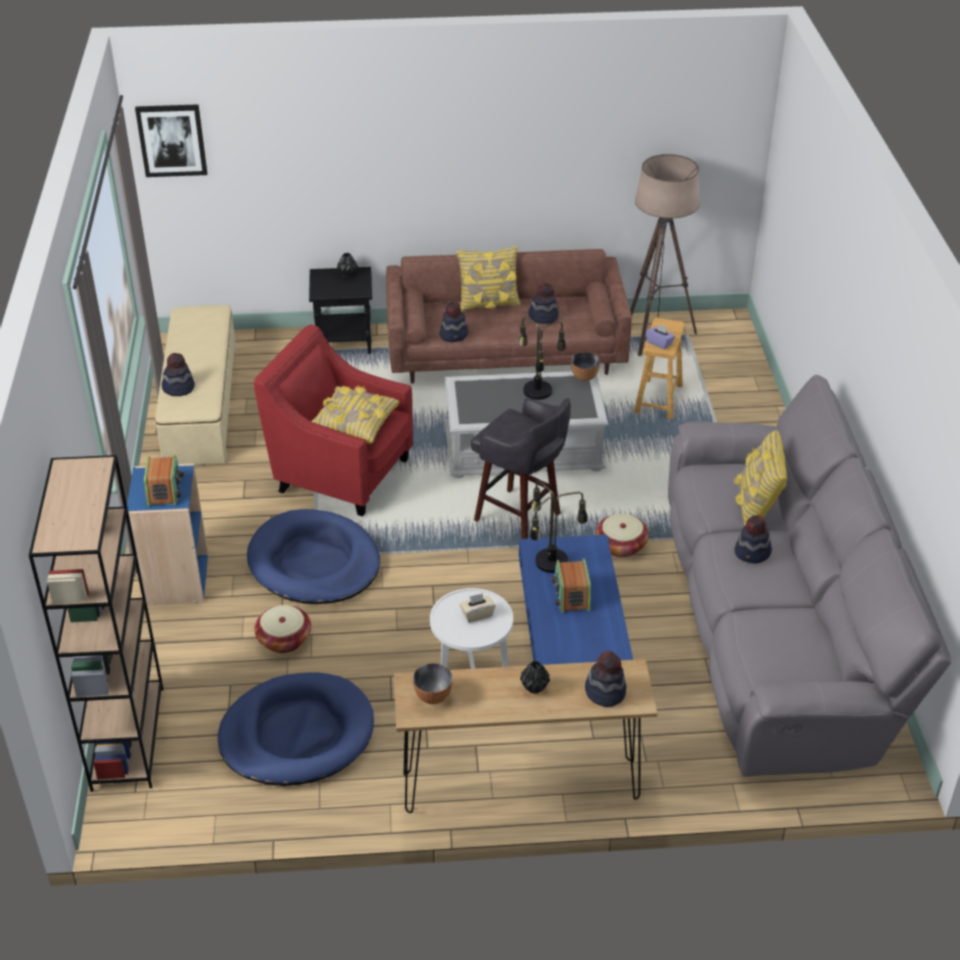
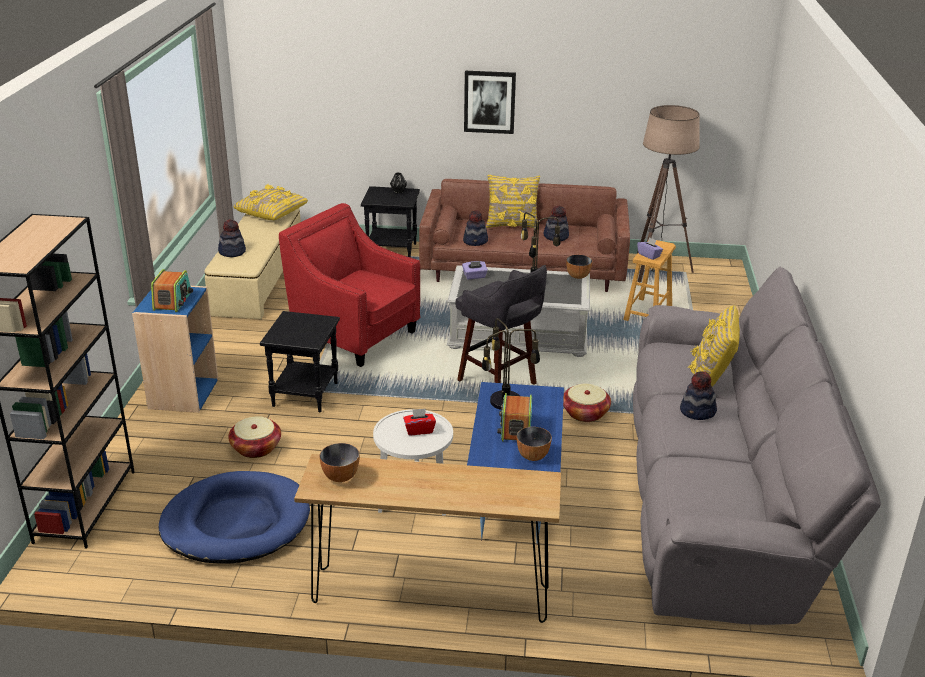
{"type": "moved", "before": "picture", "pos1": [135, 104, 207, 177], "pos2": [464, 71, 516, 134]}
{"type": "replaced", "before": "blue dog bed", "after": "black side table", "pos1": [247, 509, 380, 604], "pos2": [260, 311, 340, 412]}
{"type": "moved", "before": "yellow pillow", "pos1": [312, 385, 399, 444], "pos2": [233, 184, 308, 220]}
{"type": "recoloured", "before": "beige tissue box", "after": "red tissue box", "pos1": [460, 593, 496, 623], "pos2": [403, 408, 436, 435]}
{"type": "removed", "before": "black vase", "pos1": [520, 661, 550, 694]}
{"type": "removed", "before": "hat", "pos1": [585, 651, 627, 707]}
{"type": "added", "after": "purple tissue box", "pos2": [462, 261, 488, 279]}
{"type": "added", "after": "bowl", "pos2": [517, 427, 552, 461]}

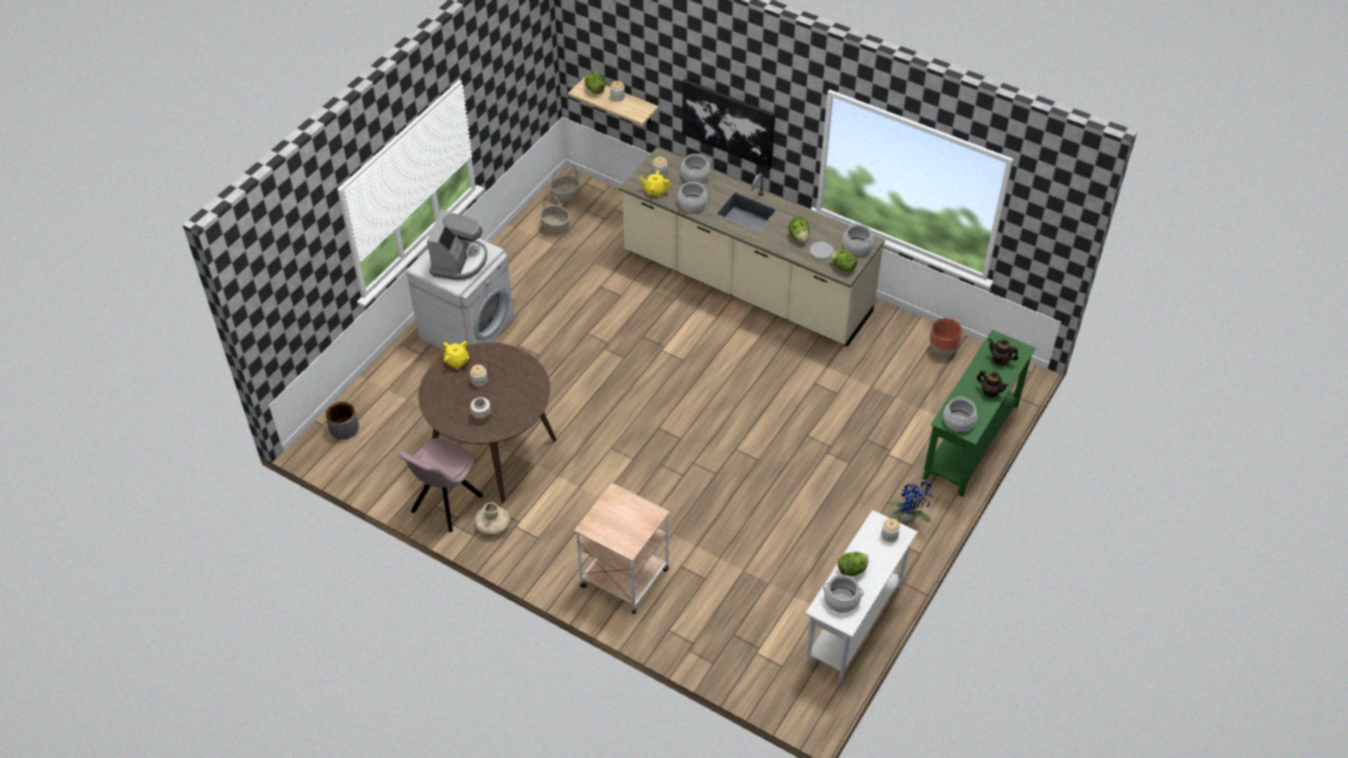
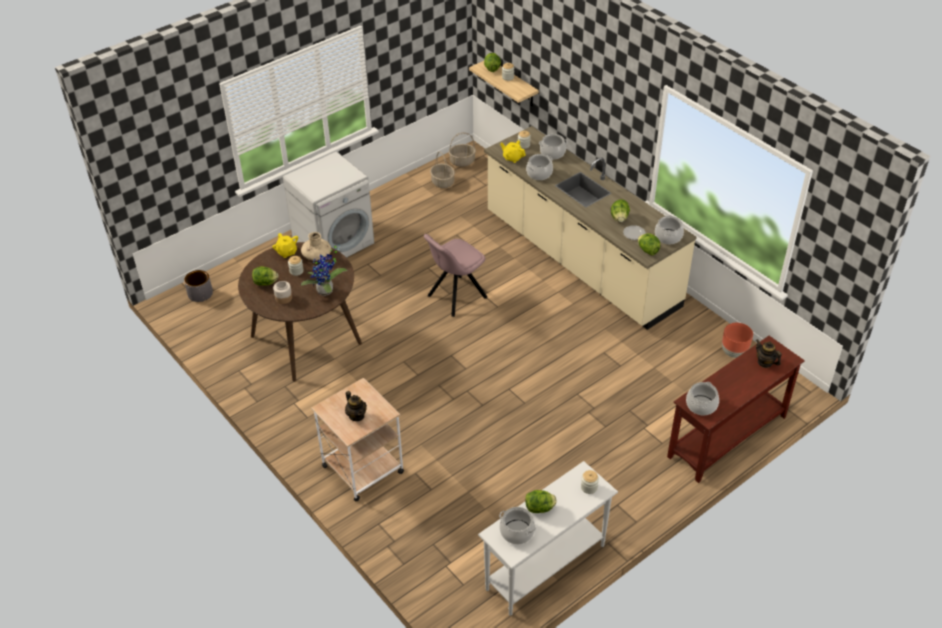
{"type": "moved", "before": "pink chair", "pos1": [399, 438, 483, 532], "pos2": [424, 234, 487, 317]}
{"type": "removed", "before": "coffee machine", "pos1": [427, 209, 487, 280]}
{"type": "moved", "before": "beige vase", "pos1": [475, 502, 510, 535], "pos2": [301, 232, 331, 261]}
{"type": "removed", "before": "picture", "pos1": [682, 79, 775, 169]}
{"type": "moved", "before": "potted plant", "pos1": [889, 468, 933, 523], "pos2": [301, 245, 347, 296]}
{"type": "recoloured", "before": "green console table", "after": "brown console table", "pos1": [922, 330, 1036, 497], "pos2": [667, 336, 805, 483]}
{"type": "moved", "before": "teapot", "pos1": [976, 369, 1009, 397], "pos2": [345, 391, 367, 421]}
{"type": "added", "after": "lettuce", "pos2": [252, 266, 278, 286]}

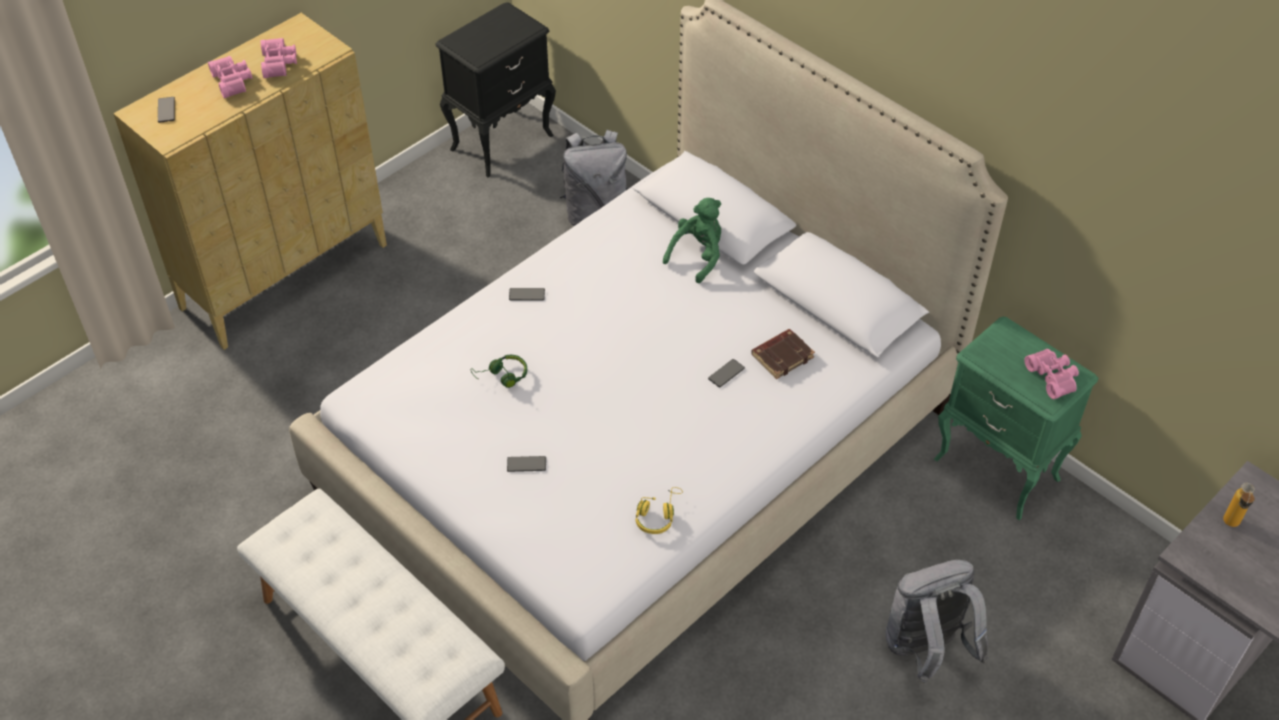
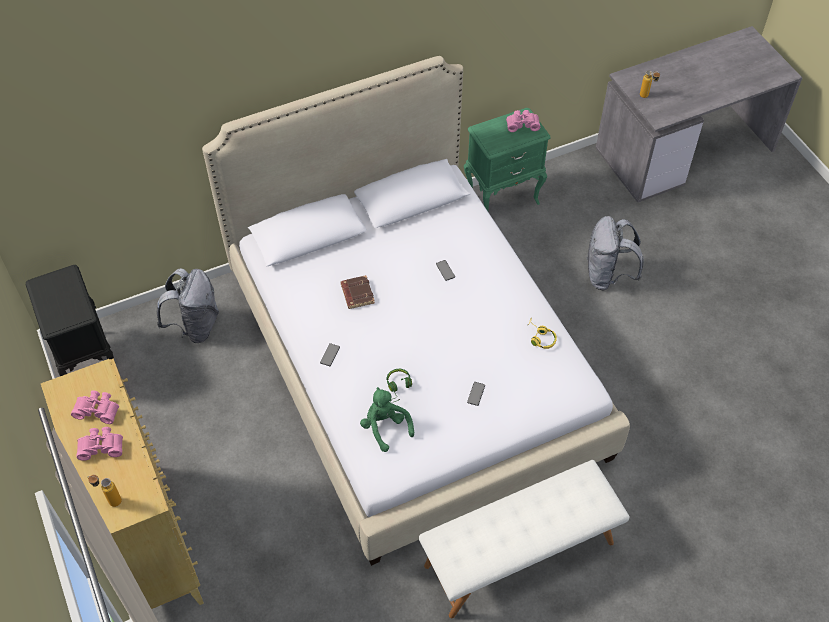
{"type": "replaced", "before": "phone", "after": "bottle", "pos1": [158, 97, 175, 123], "pos2": [87, 475, 122, 507]}
{"type": "moved", "before": "green plush toy", "pos1": [663, 198, 721, 283], "pos2": [360, 387, 414, 452]}
{"type": "moved", "before": "brown book", "pos1": [751, 329, 815, 379], "pos2": [341, 275, 375, 309]}

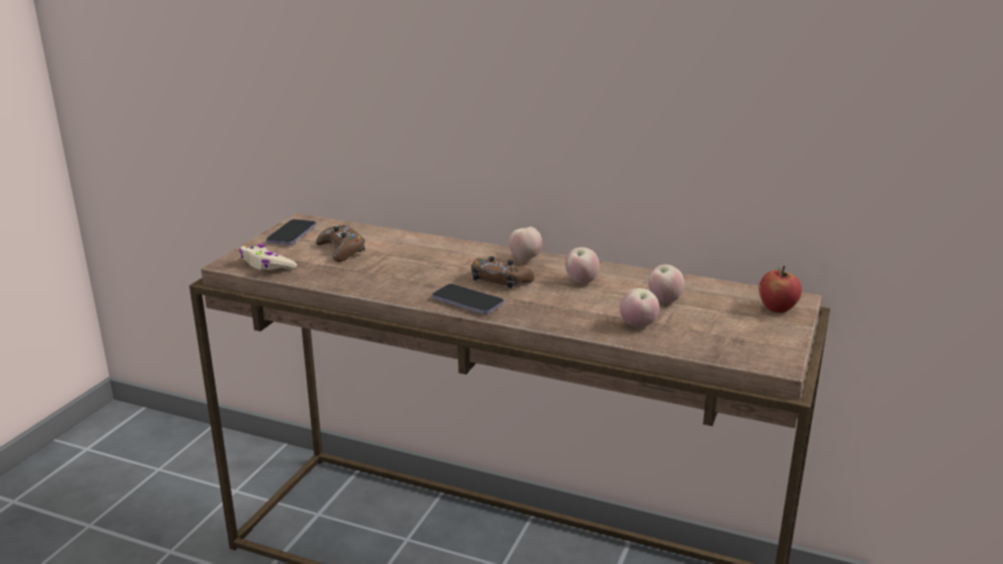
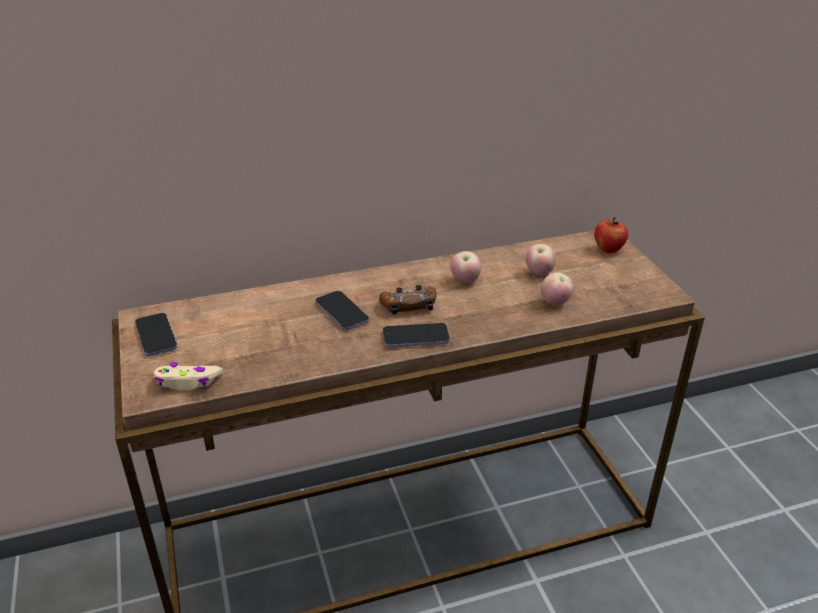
{"type": "removed", "before": "brown game controller", "pos1": [316, 225, 365, 262]}
{"type": "removed", "before": "apple", "pos1": [509, 227, 542, 261]}
{"type": "added", "after": "phone", "pos2": [315, 291, 369, 330]}

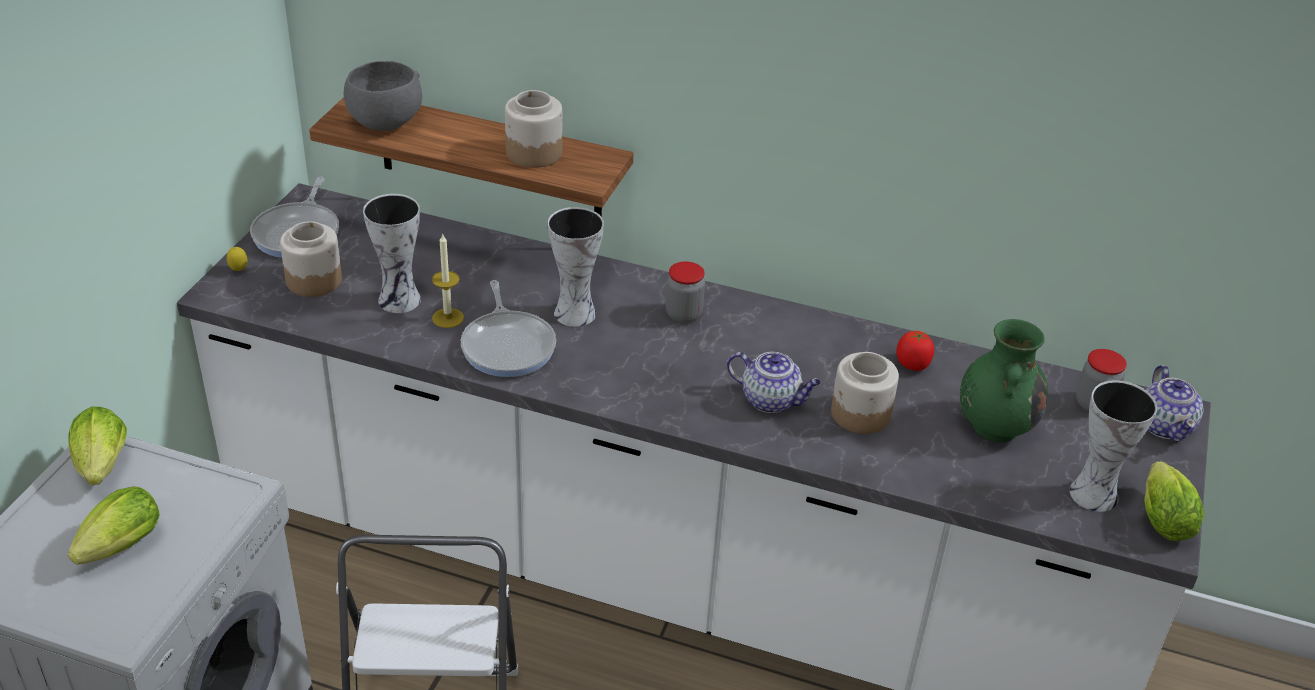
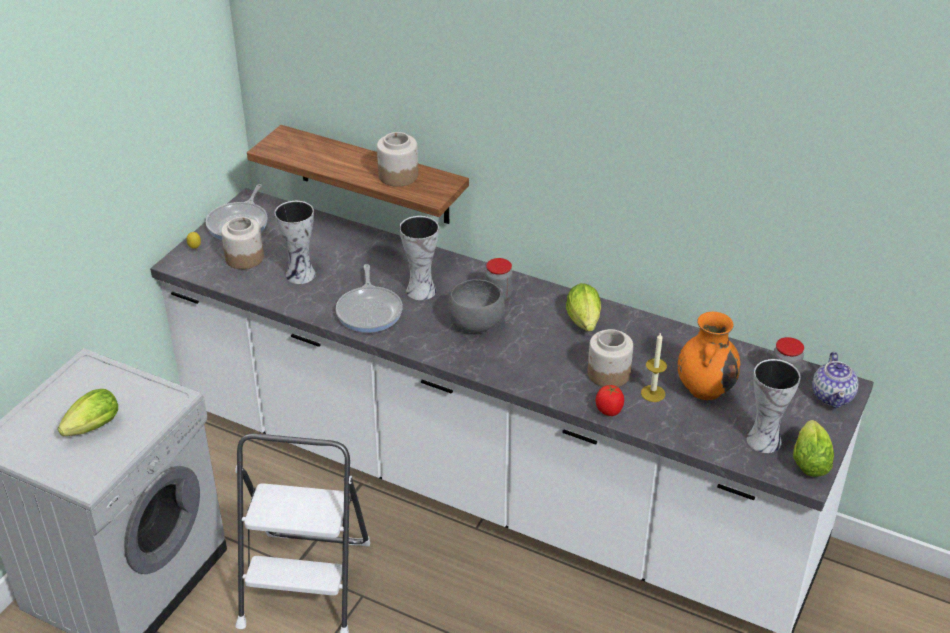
{"type": "moved", "before": "lettuce", "pos1": [69, 406, 127, 485], "pos2": [566, 283, 601, 331]}
{"type": "moved", "before": "grey bowl", "pos1": [344, 61, 422, 131], "pos2": [447, 280, 505, 333]}
{"type": "moved", "before": "candle", "pos1": [432, 233, 464, 328], "pos2": [641, 332, 667, 402]}
{"type": "removed", "before": "teapot", "pos1": [727, 352, 821, 413]}
{"type": "moved", "before": "tomato", "pos1": [896, 331, 934, 371], "pos2": [596, 385, 624, 416]}
{"type": "recoloured", "before": "green vase", "after": "orange vase", "pos1": [960, 319, 1048, 442], "pos2": [678, 312, 740, 400]}

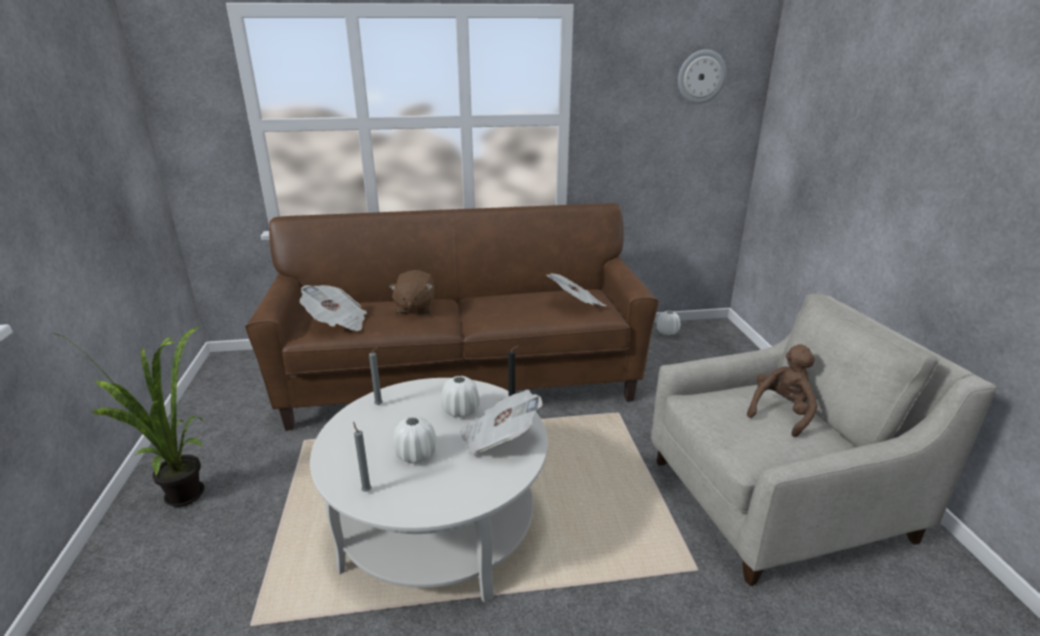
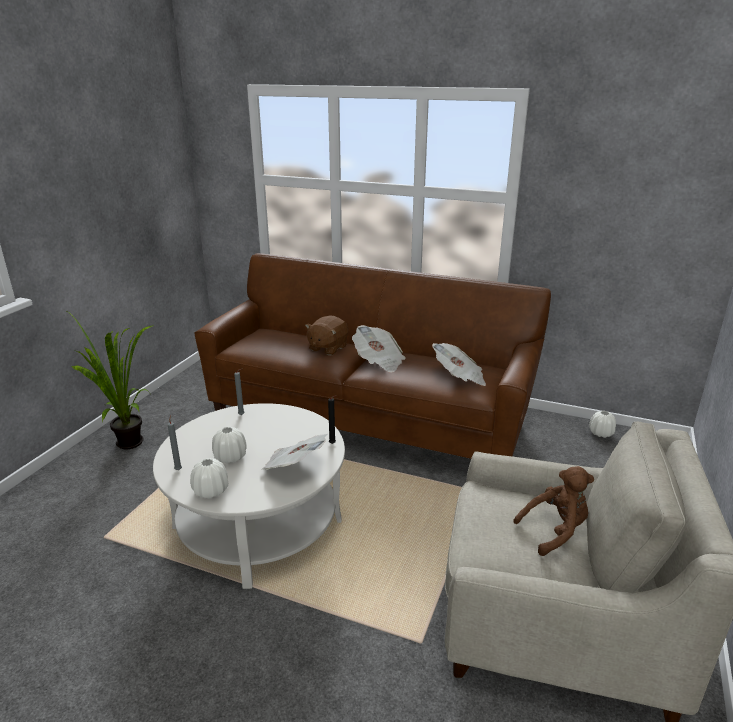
{"type": "moved", "before": "newspaper", "pos1": [299, 285, 367, 331], "pos2": [352, 325, 406, 373]}
{"type": "moved", "before": "white vase", "pos1": [441, 376, 480, 418], "pos2": [190, 458, 228, 499]}
{"type": "removed", "before": "wall clock", "pos1": [678, 50, 726, 104]}

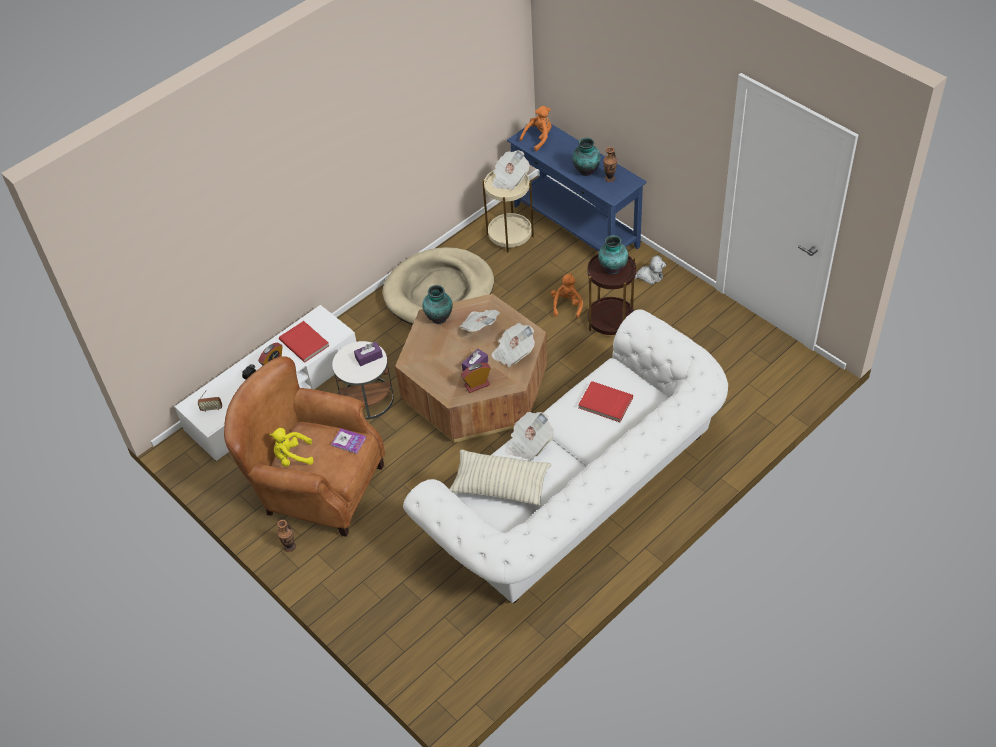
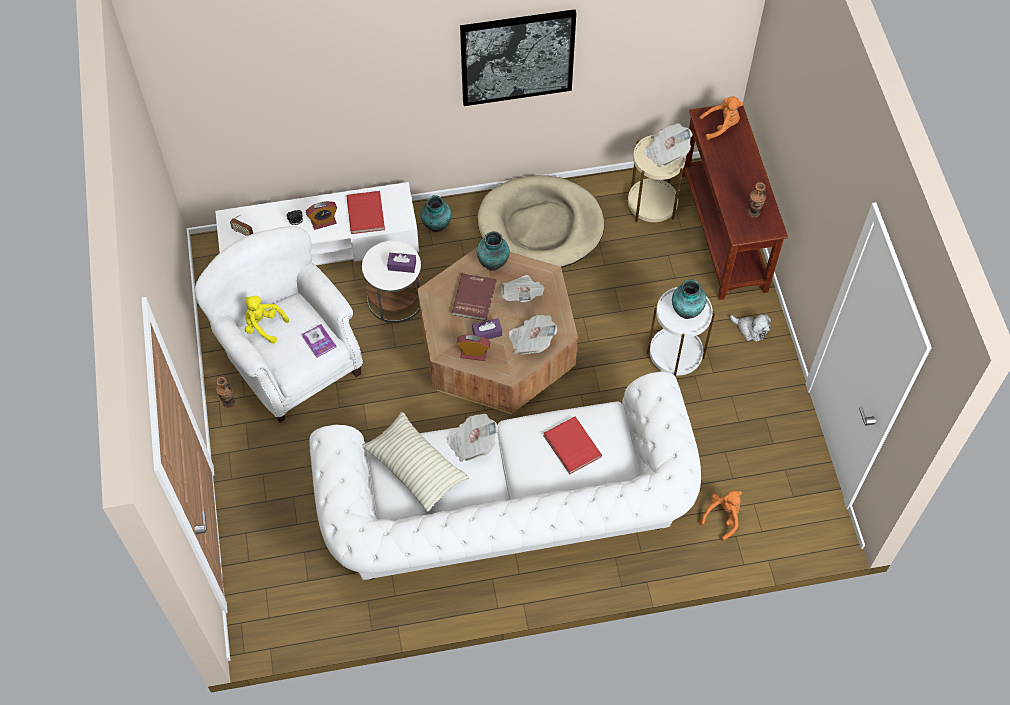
{"type": "recoloured", "before": "brown armchair", "after": "white armchair", "pos1": [224, 356, 385, 537], "pos2": [194, 226, 363, 423]}
{"type": "recoloured", "before": "blue console table", "after": "brown console table", "pos1": [507, 124, 647, 252], "pos2": [682, 105, 788, 300]}
{"type": "moved", "before": "orange plush toy", "pos1": [551, 273, 583, 318], "pos2": [700, 490, 742, 541]}
{"type": "moved", "before": "vase", "pos1": [572, 138, 601, 176], "pos2": [421, 195, 451, 232]}
{"type": "recoloured", "before": "brown side table", "after": "white side table", "pos1": [588, 251, 636, 335], "pos2": [647, 287, 715, 377]}
{"type": "added", "after": "red book", "pos2": [452, 273, 497, 321]}
{"type": "added", "after": "picture", "pos2": [460, 9, 576, 106]}

